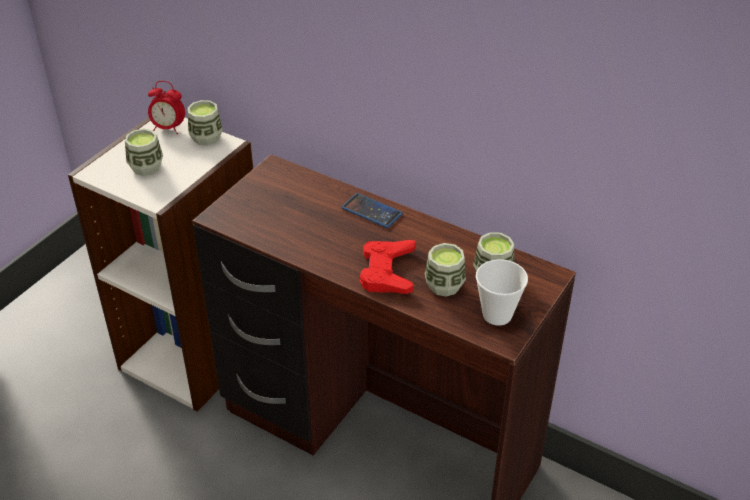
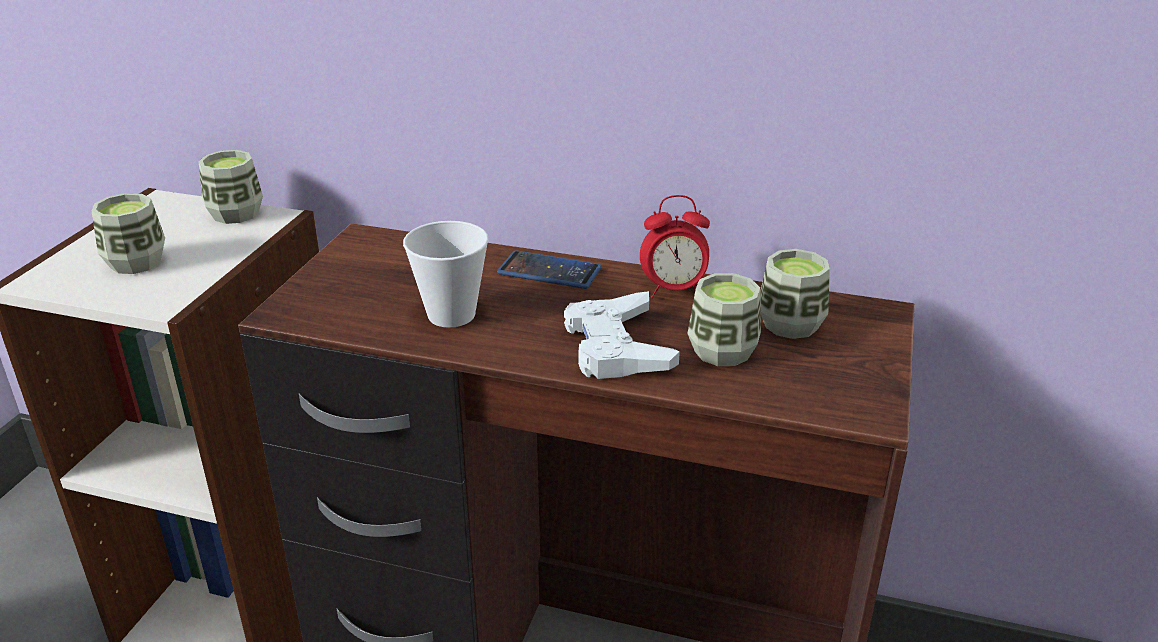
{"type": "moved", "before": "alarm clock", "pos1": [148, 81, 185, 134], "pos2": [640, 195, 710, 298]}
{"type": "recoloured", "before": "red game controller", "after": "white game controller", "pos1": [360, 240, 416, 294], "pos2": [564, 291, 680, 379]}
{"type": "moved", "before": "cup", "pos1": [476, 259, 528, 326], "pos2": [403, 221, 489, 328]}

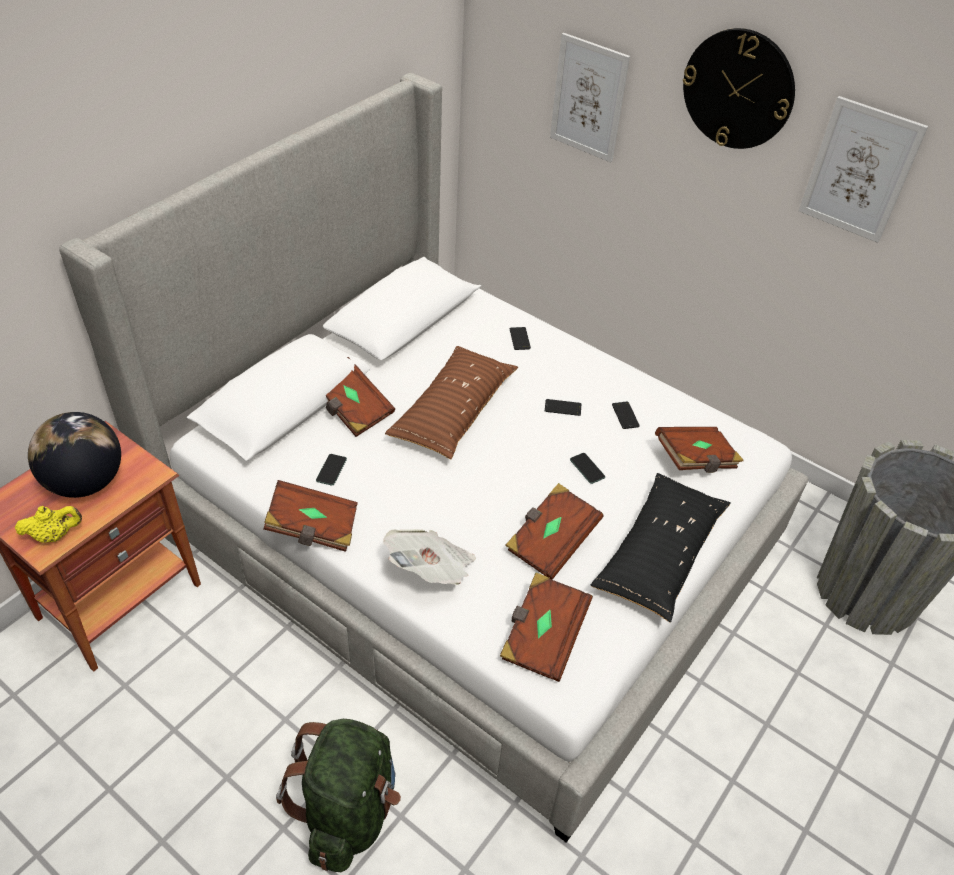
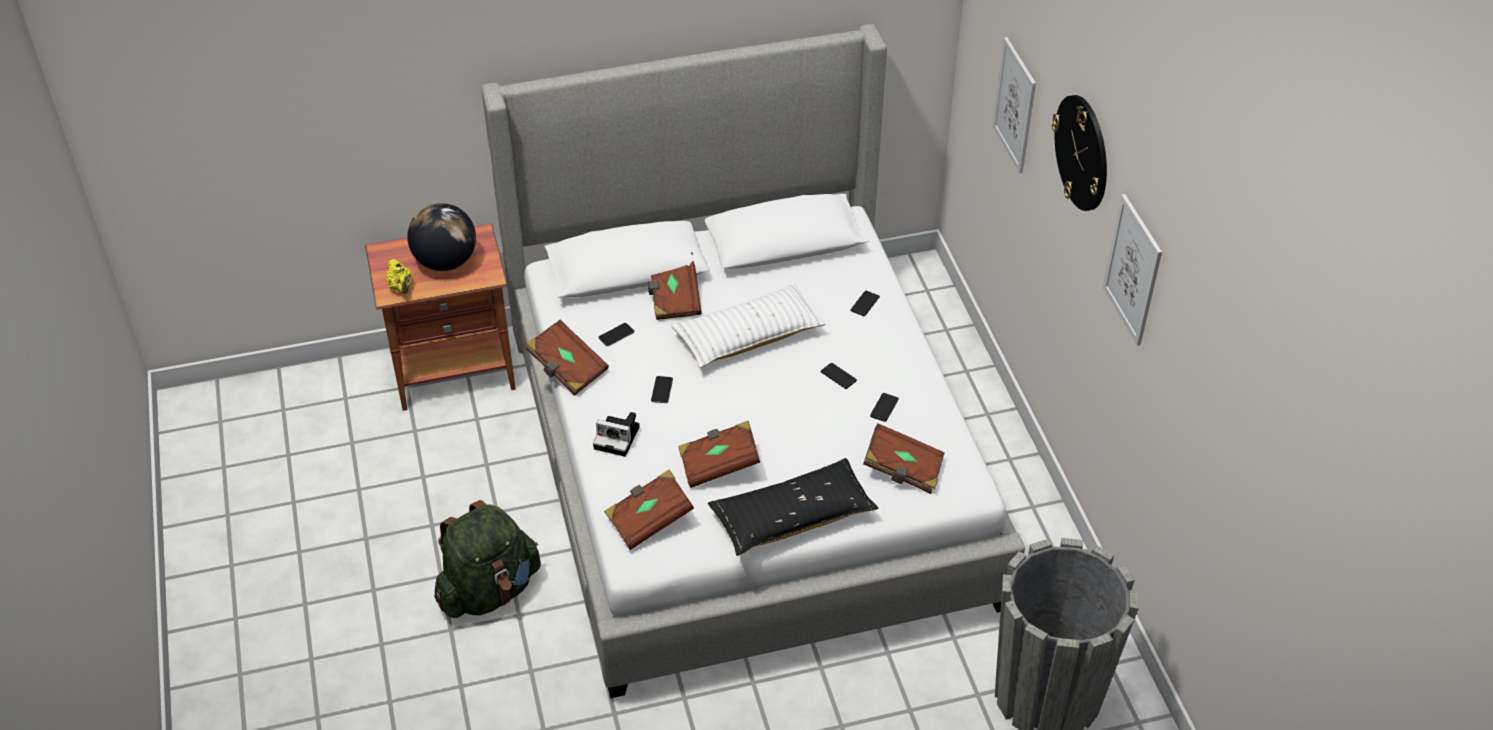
{"type": "turned", "before": "yellow teapot", "pos1": [15, 506, 82, 542], "pos2": [386, 259, 413, 294], "turn": 45}
{"type": "replaced", "before": "newspaper", "after": "photo camera", "pos1": [383, 529, 476, 585], "pos2": [593, 412, 640, 457]}
{"type": "recoloured", "before": "brown pillow", "after": "white pillow", "pos1": [385, 346, 518, 459], "pos2": [671, 284, 826, 368]}
{"type": "moved", "before": "phone", "pos1": [570, 453, 605, 484], "pos2": [651, 376, 673, 403]}

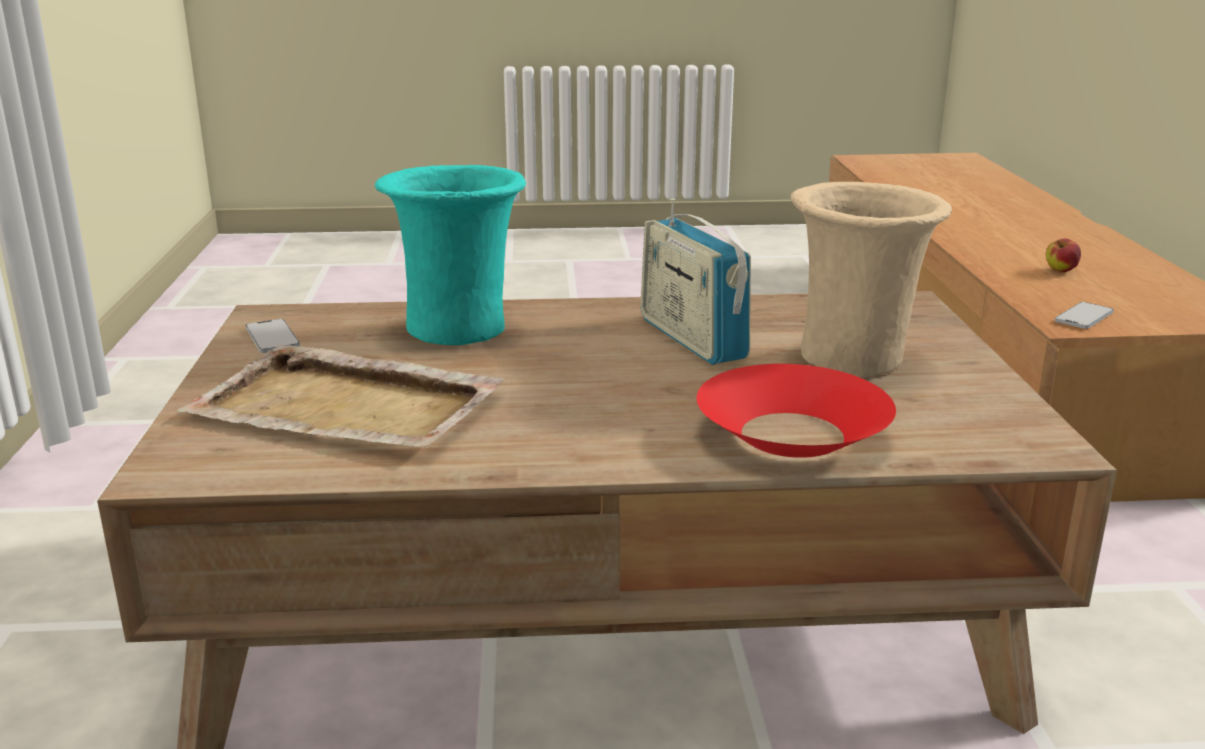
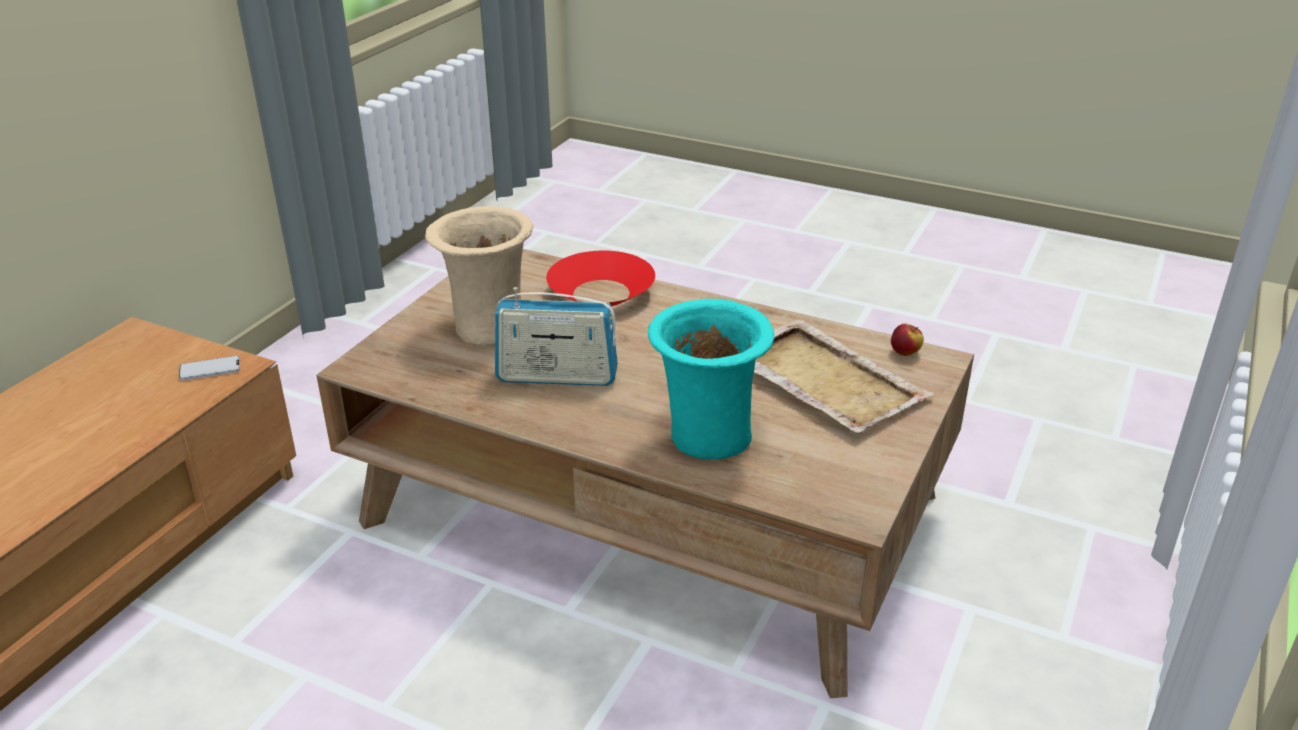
{"type": "removed", "before": "phone", "pos1": [246, 319, 300, 353]}
{"type": "turned", "before": "radio", "pos1": [640, 198, 751, 365], "pos2": [494, 287, 618, 386], "turn": 90}
{"type": "moved", "before": "apple", "pos1": [1046, 238, 1081, 272], "pos2": [891, 323, 924, 356]}

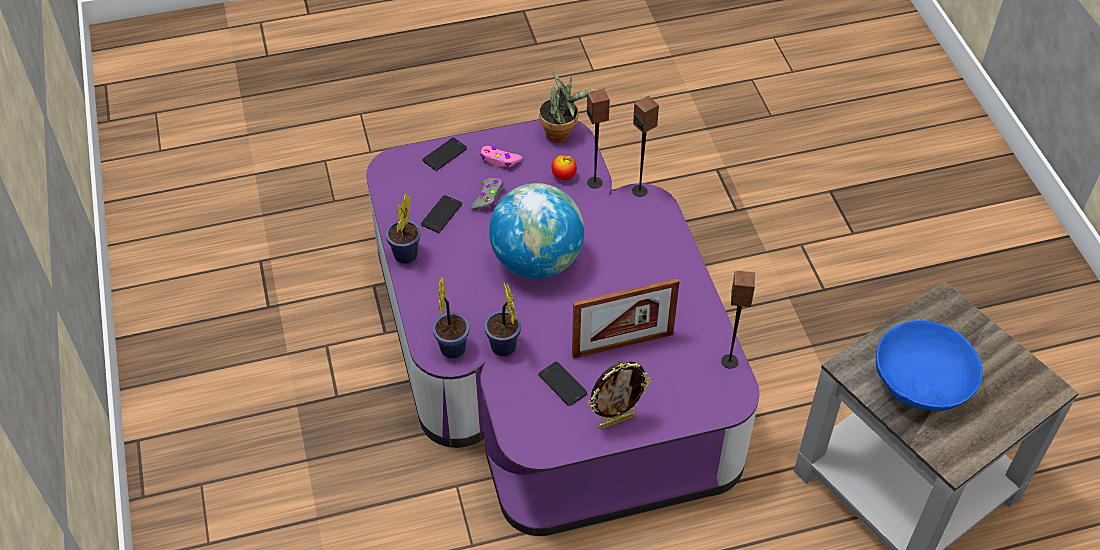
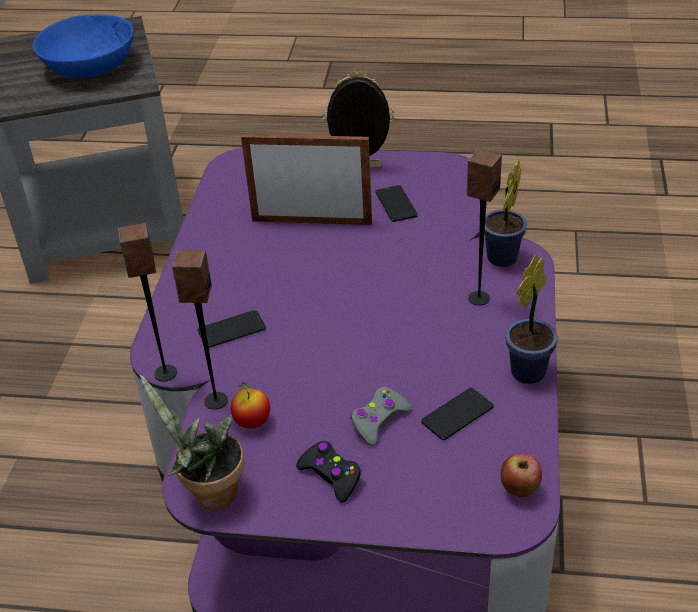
{"type": "moved", "before": "phone", "pos1": [422, 138, 467, 171], "pos2": [198, 310, 266, 348]}
{"type": "recoloured", "before": "pink game controller", "after": "black game controller", "pos1": [481, 146, 522, 167], "pos2": [296, 441, 362, 502]}
{"type": "removed", "before": "potted plant", "pos1": [484, 283, 521, 357]}
{"type": "removed", "before": "globe", "pos1": [489, 183, 584, 279]}
{"type": "moved", "before": "speaker", "pos1": [721, 271, 755, 369], "pos2": [467, 149, 502, 306]}
{"type": "added", "after": "apple", "pos2": [501, 454, 542, 497]}

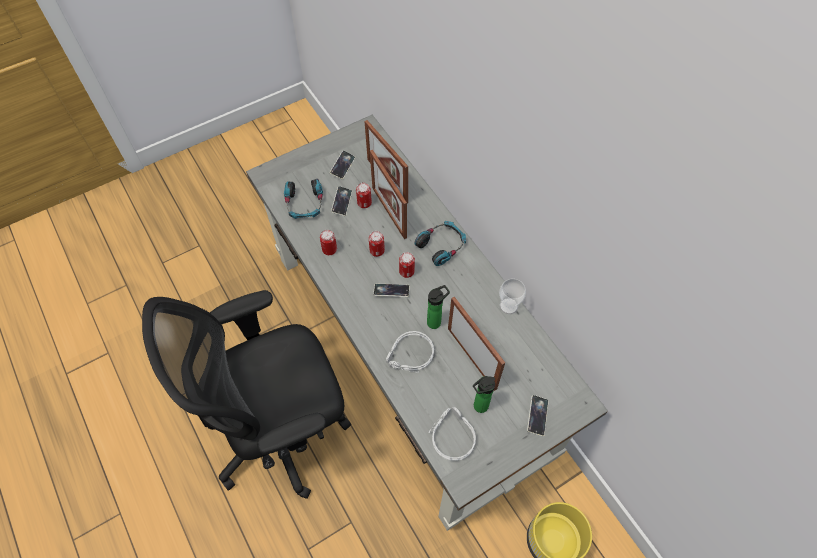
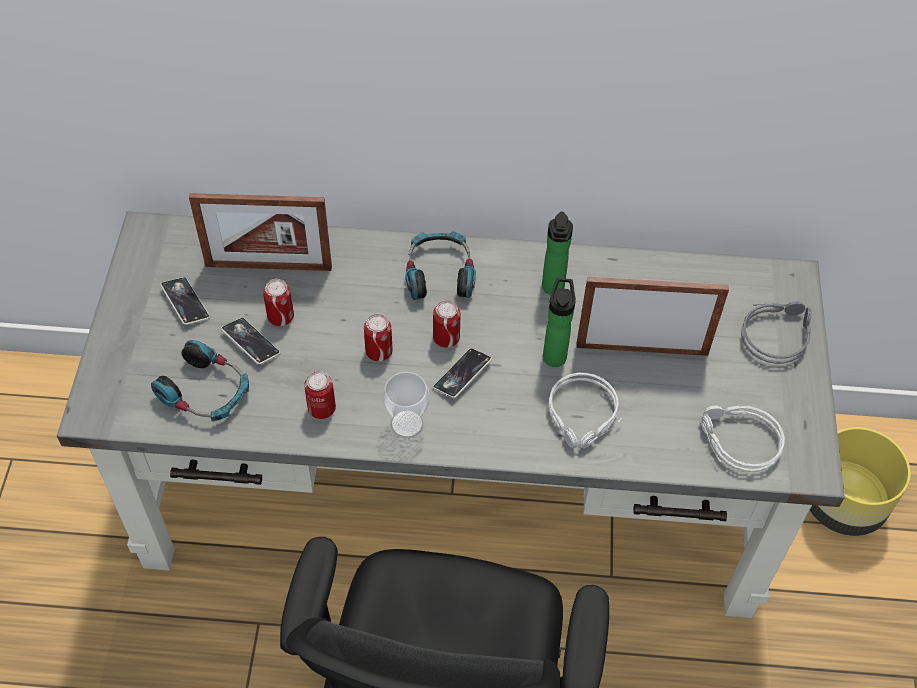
{"type": "removed", "before": "picture frame", "pos1": [370, 150, 407, 239]}
{"type": "moved", "before": "bottle", "pos1": [473, 376, 495, 413], "pos2": [542, 212, 573, 295]}
{"type": "moved", "before": "cup", "pos1": [499, 279, 526, 314], "pos2": [382, 372, 430, 438]}
{"type": "replaced", "before": "phone", "after": "grey headphones", "pos1": [527, 395, 549, 436], "pos2": [741, 301, 812, 364]}

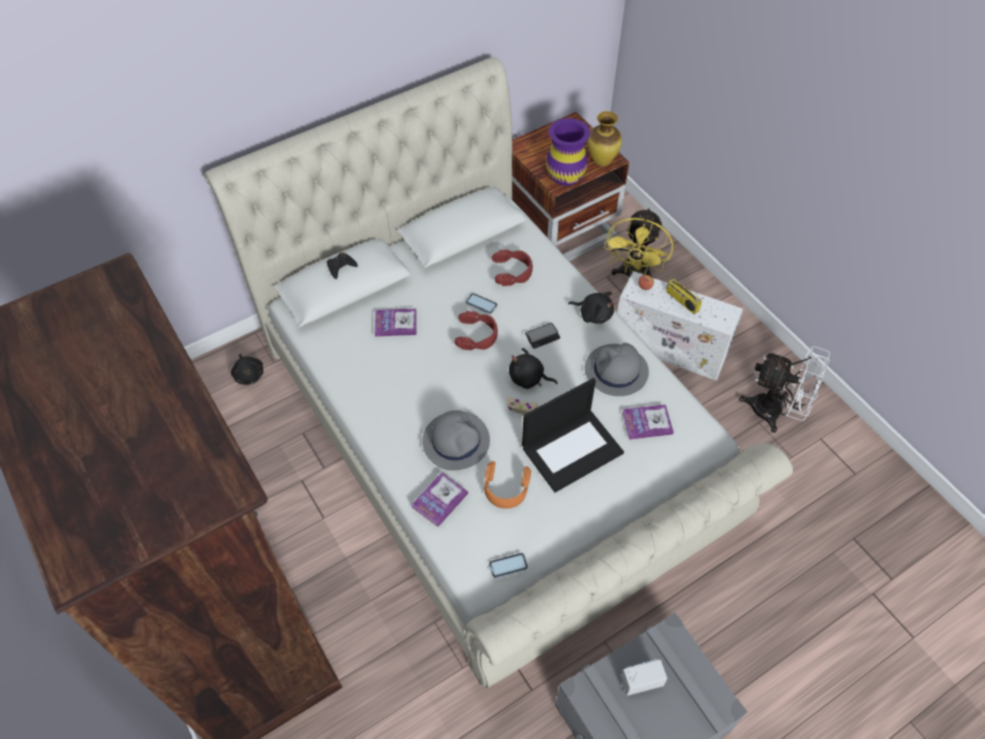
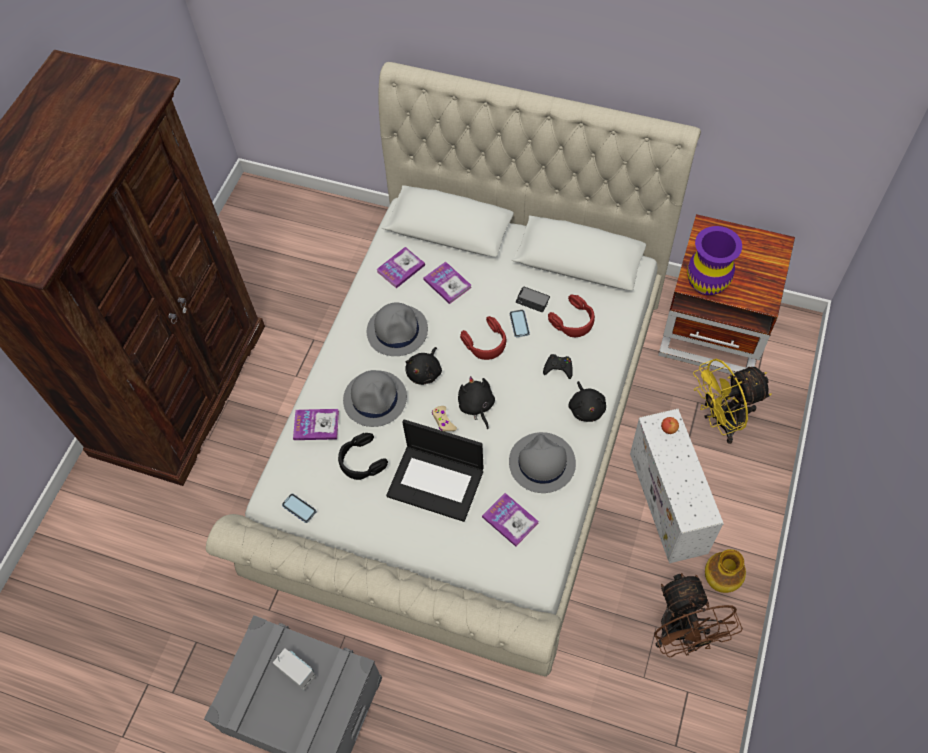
{"type": "moved", "before": "black plush toy", "pos1": [231, 354, 263, 385], "pos2": [405, 347, 442, 385]}
{"type": "moved", "before": "black game controller", "pos1": [327, 252, 358, 279], "pos2": [543, 354, 573, 379]}
{"type": "recoloured", "before": "orange headphones", "after": "black headphones", "pos1": [484, 461, 531, 509], "pos2": [338, 433, 388, 480]}
{"type": "moved", "before": "phone", "pos1": [525, 323, 560, 349], "pos2": [516, 287, 550, 312]}
{"type": "moved", "before": "vase", "pos1": [587, 111, 622, 166], "pos2": [705, 549, 746, 593]}
{"type": "removed", "before": "radio", "pos1": [666, 267, 702, 314]}
{"type": "recoloured", "before": "white fan", "after": "brown fan", "pos1": [739, 345, 830, 433], "pos2": [654, 573, 743, 658]}
{"type": "added", "after": "grey hat", "pos2": [367, 303, 428, 356]}
{"type": "added", "after": "book", "pos2": [376, 247, 425, 288]}

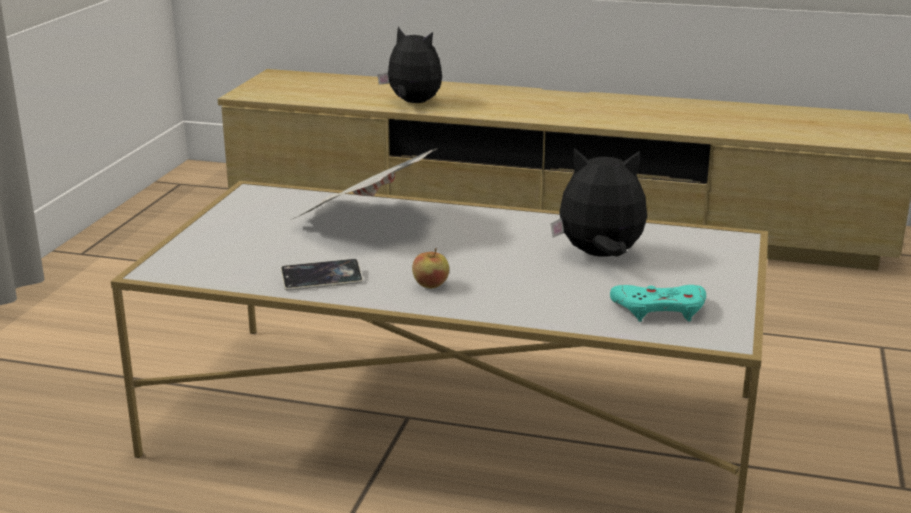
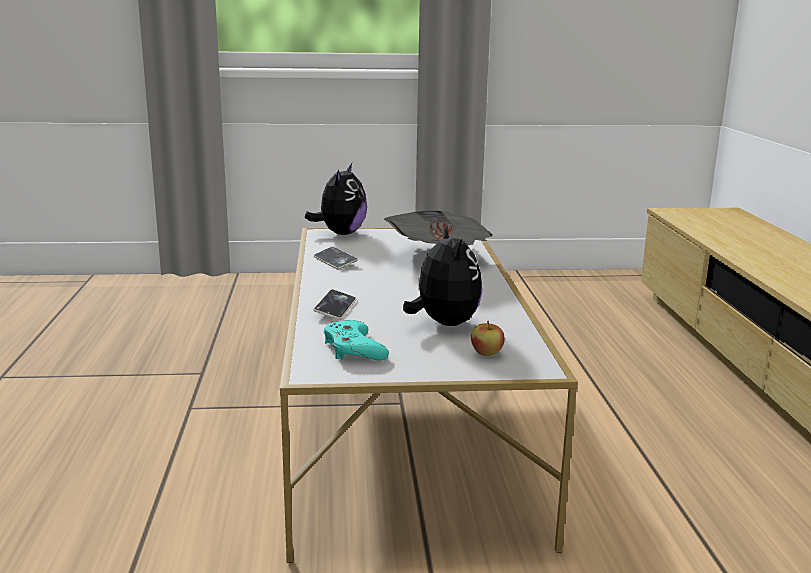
{"type": "moved", "before": "plush toy", "pos1": [378, 27, 442, 103], "pos2": [305, 163, 367, 235]}
{"type": "moved", "before": "apple", "pos1": [412, 248, 449, 288], "pos2": [471, 321, 505, 356]}
{"type": "added", "after": "phone", "pos2": [313, 289, 356, 320]}

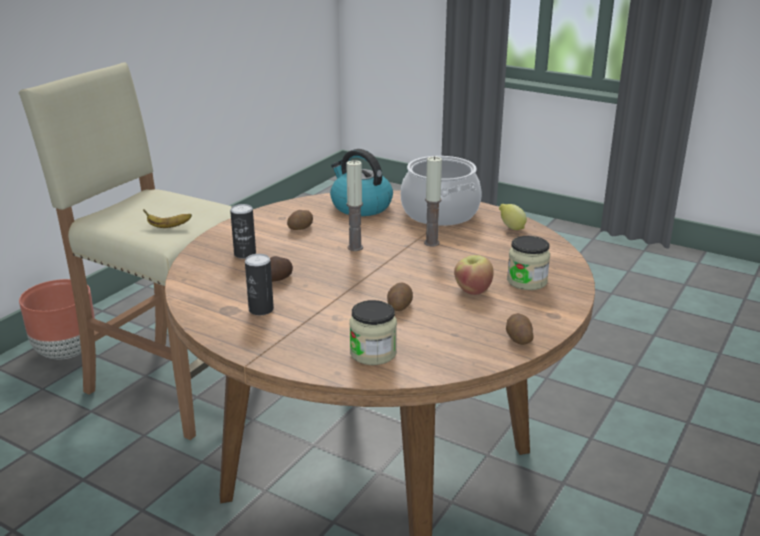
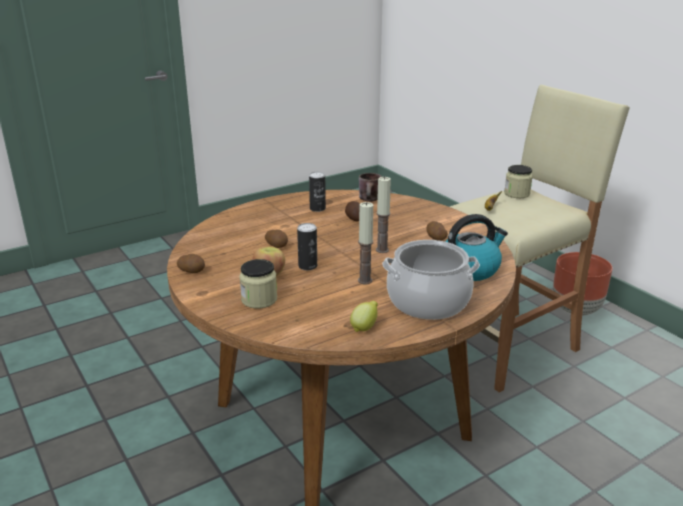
{"type": "moved", "before": "can", "pos1": [230, 204, 256, 259], "pos2": [297, 223, 317, 270]}
{"type": "moved", "before": "jar", "pos1": [349, 300, 397, 365], "pos2": [504, 165, 533, 198]}
{"type": "added", "after": "brown mug", "pos2": [359, 173, 382, 202]}

